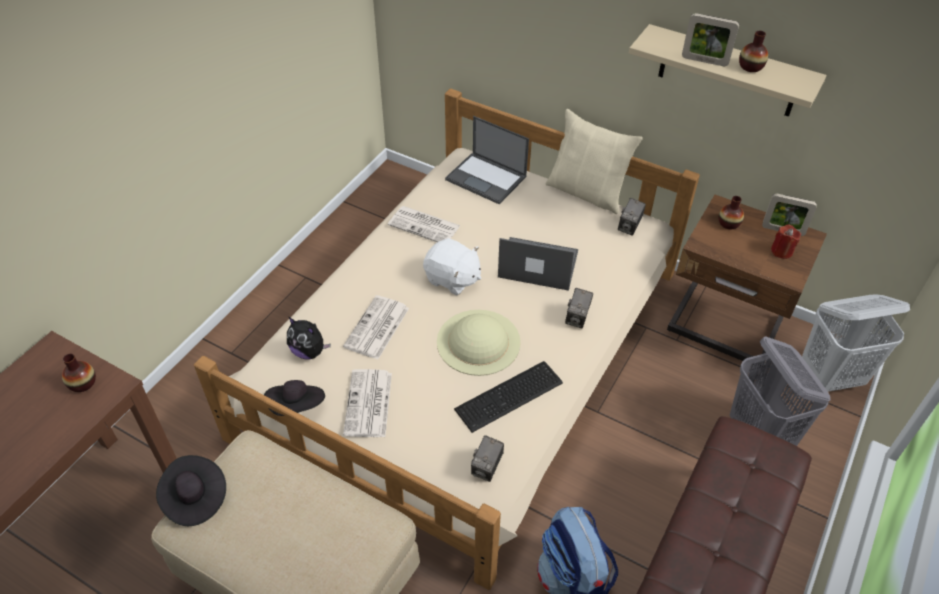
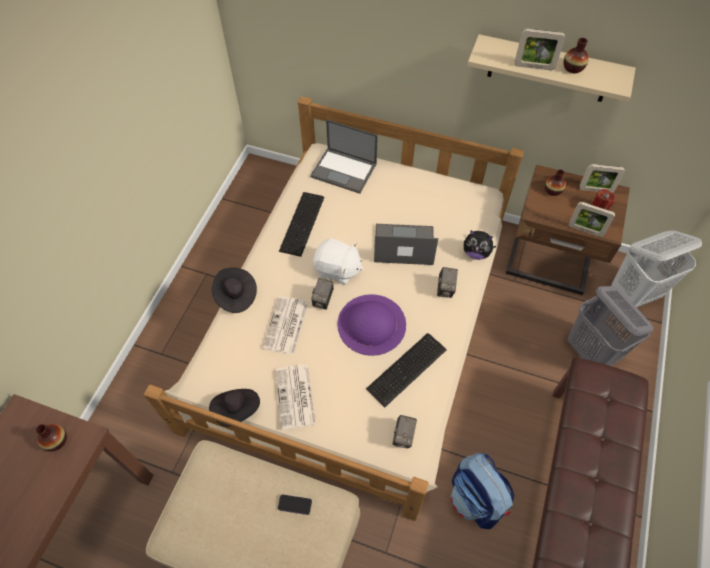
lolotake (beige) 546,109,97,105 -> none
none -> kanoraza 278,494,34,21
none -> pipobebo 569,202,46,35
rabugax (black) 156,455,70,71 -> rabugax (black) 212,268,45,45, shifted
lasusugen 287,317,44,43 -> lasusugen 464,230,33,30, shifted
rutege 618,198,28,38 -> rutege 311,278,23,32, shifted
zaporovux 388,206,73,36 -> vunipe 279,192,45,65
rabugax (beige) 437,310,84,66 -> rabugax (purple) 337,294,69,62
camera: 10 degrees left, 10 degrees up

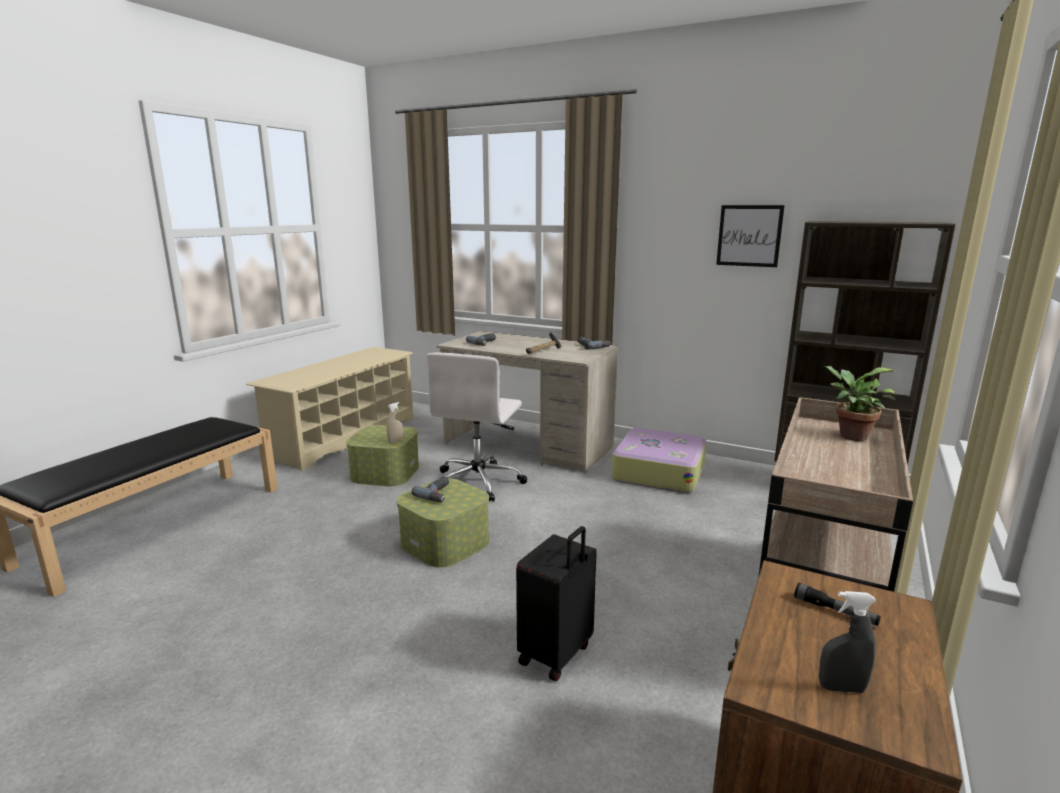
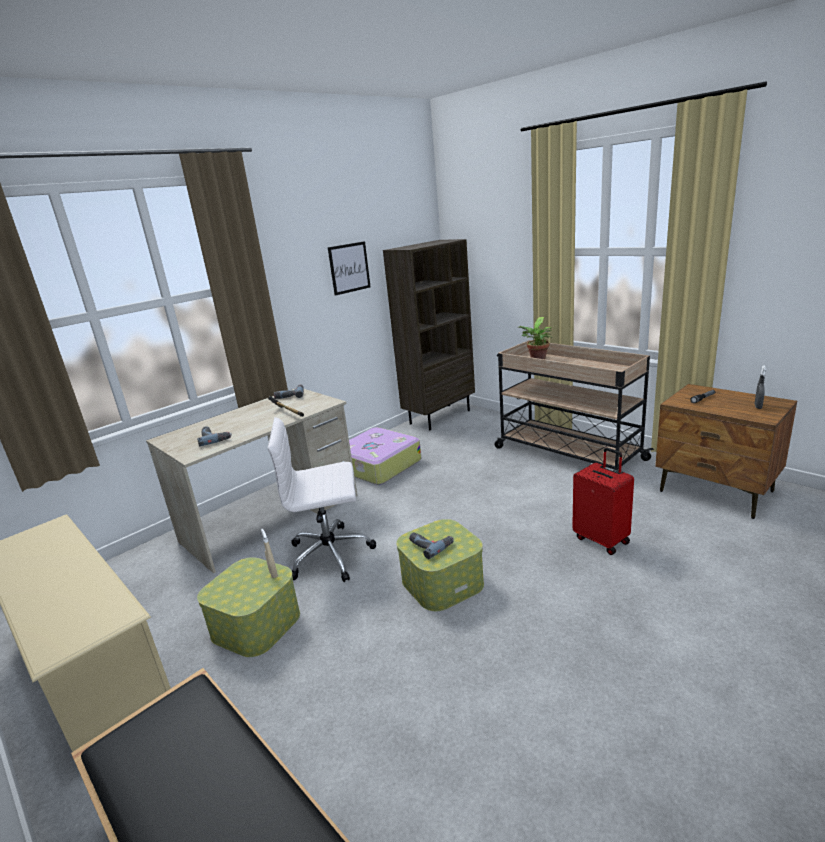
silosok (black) 516,526,81,155 -> silosok (red) 572,448,62,107
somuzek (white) 426,352,101,150 -> somuzek (white) 268,417,108,165, 135 degrees clockwise
camera: 70 degrees left, 5 degrees up

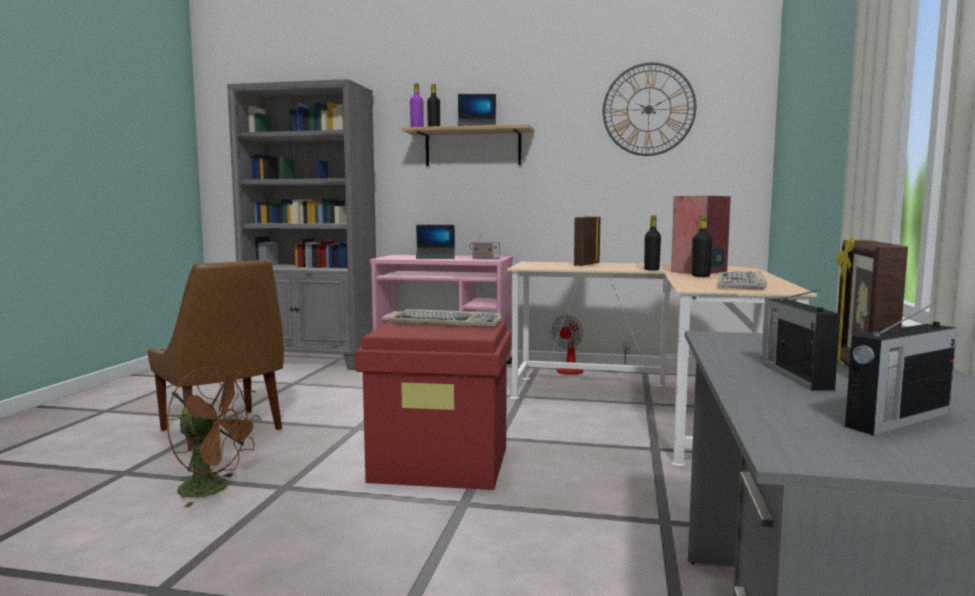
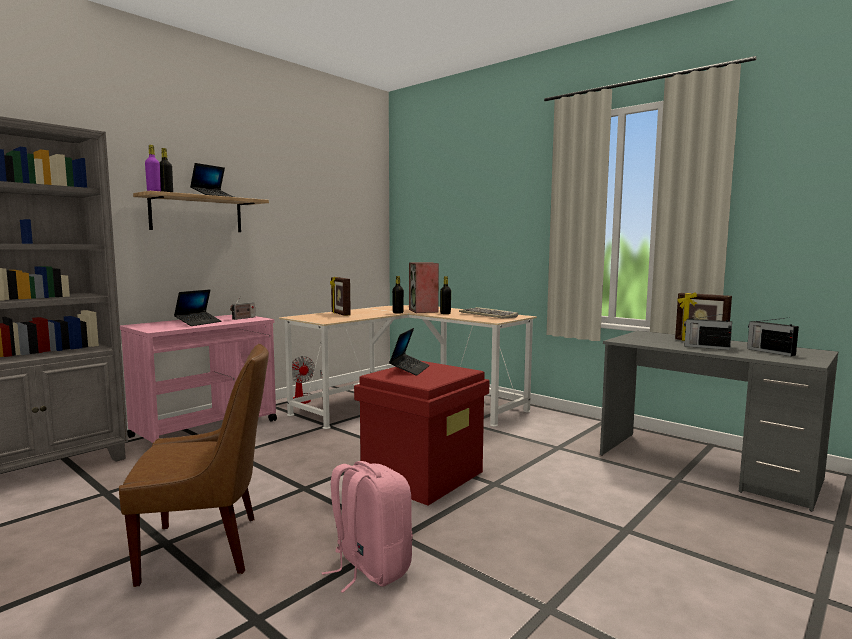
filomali 603,62,93,94 -> none
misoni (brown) 166,367,95,140 -> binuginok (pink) 322,461,91,132
vunipe 389,309,113,18 -> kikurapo 389,328,41,48
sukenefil 845,302,112,133 -> sukenefil 747,317,52,39, 150 degrees clockwise
camera: 60 degrees left, 0 degrees up

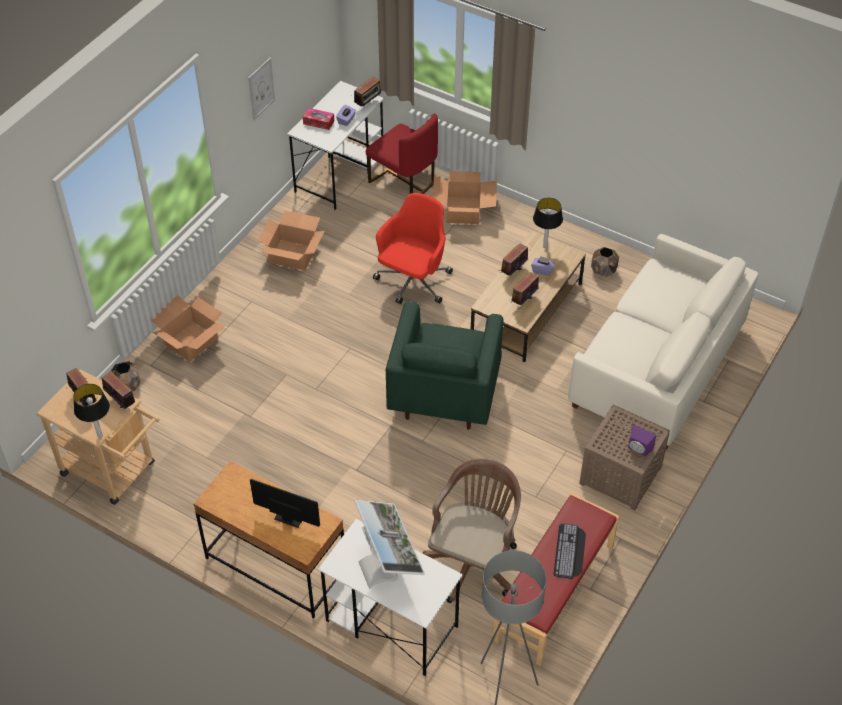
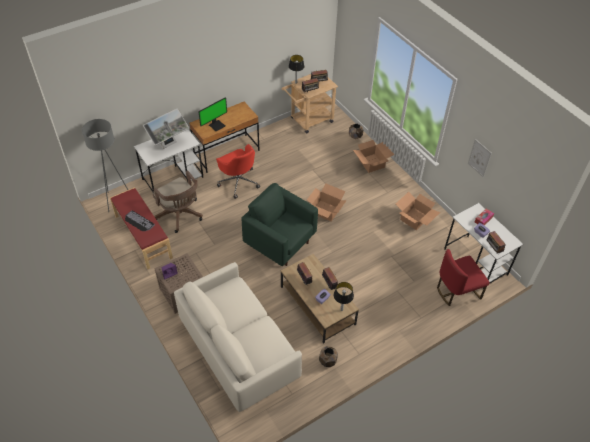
somuzek (red) 373,193,80,111 -> somuzek (red) 216,144,44,55, shifted
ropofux 432,171,65,53 -> ropofux 307,183,40,38, shifted
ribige 354,500,71,89 -> ribige 143,108,46,41, 45 degrees counterclockwise
camera: 115 degrees right, 0 degrees up

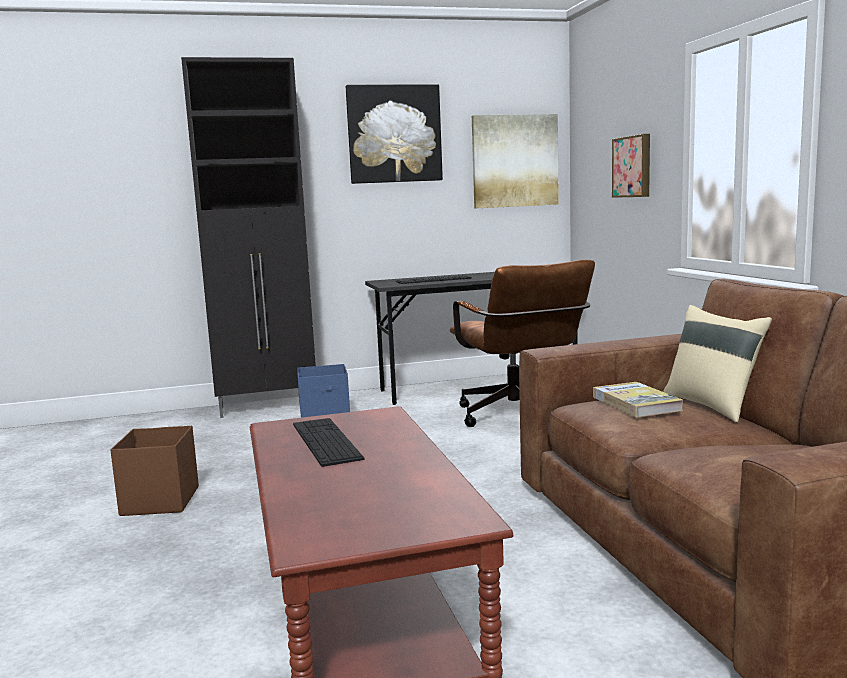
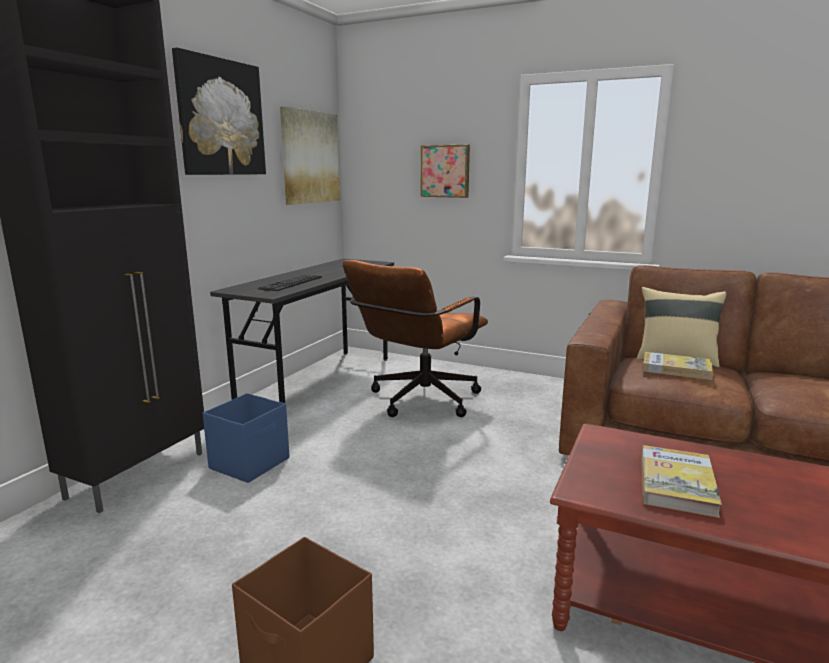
vunipe 293,418,72,49 -> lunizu 642,445,80,73
somuzek (brown) 450,260,145,167 -> somuzek (brown) 343,260,145,157, 105 degrees clockwise
camera: 50 degrees left, 5 degrees up

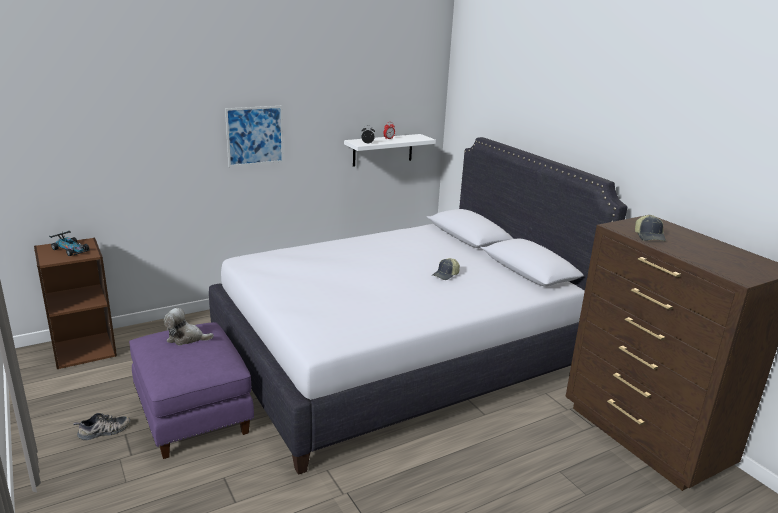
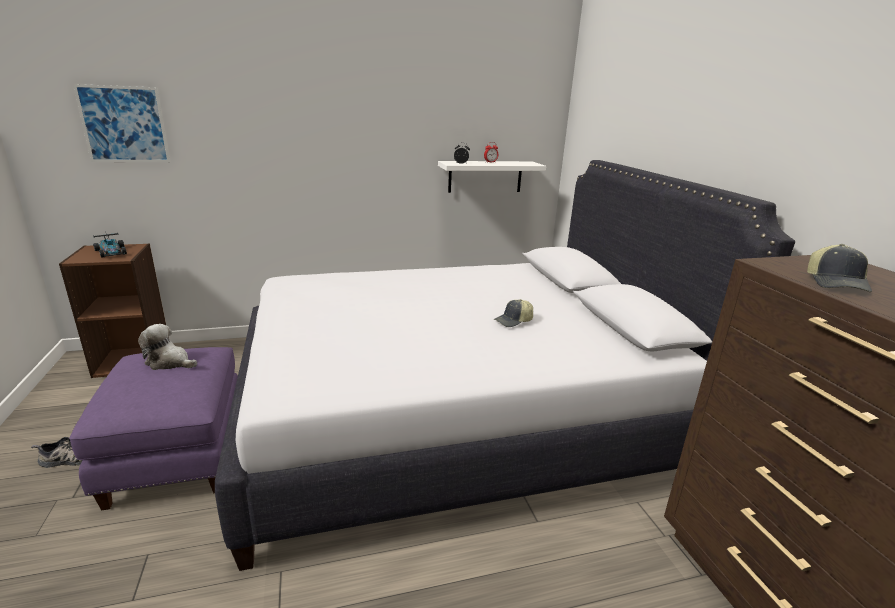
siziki 225,106,59,61 -> siziki 73,84,97,78, shifted
camera: 15 degrees right, 0 degrees up

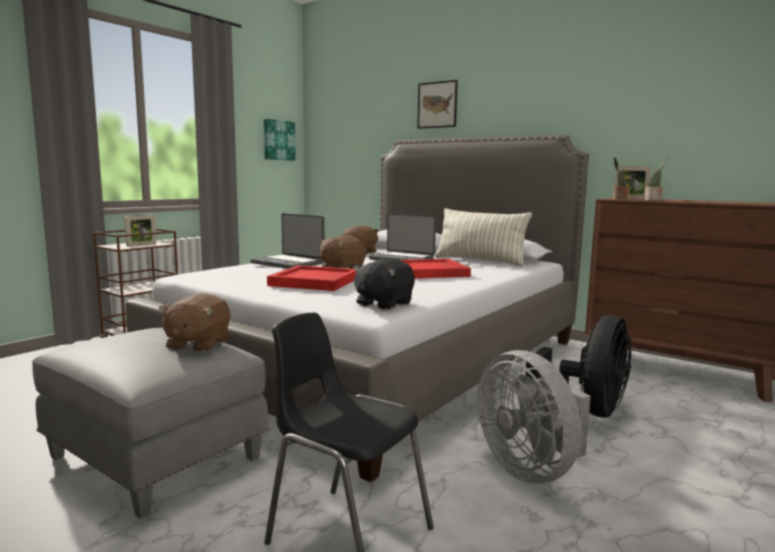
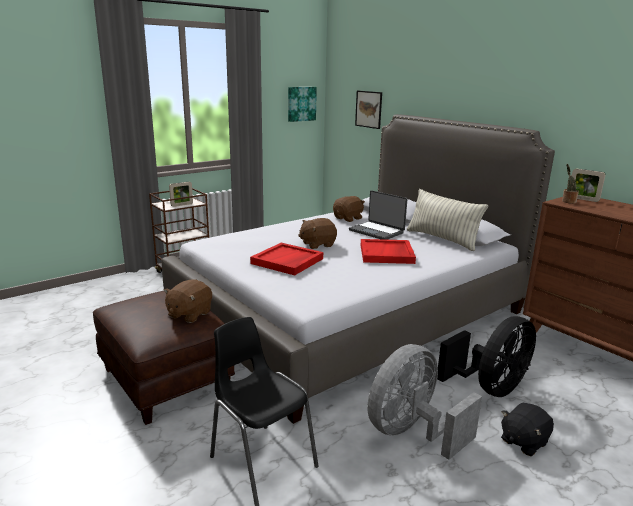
kikurapo 250,213,75,56 -> none
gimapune 644,156,24,45 -> none
lasusugen (black) 353,258,62,52 -> lasusugen (black) 501,403,53,53, shifted
siziki 417,80,41,49 -> siziki 355,91,27,38, shifted
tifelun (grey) 32,328,237,191 -> tifelun (brown) 93,289,142,136
misoni (grey) 478,350,113,134 -> misoni (grey) 368,344,114,116, 60 degrees clockwise
camera: 15 degrees right, 10 degrees up

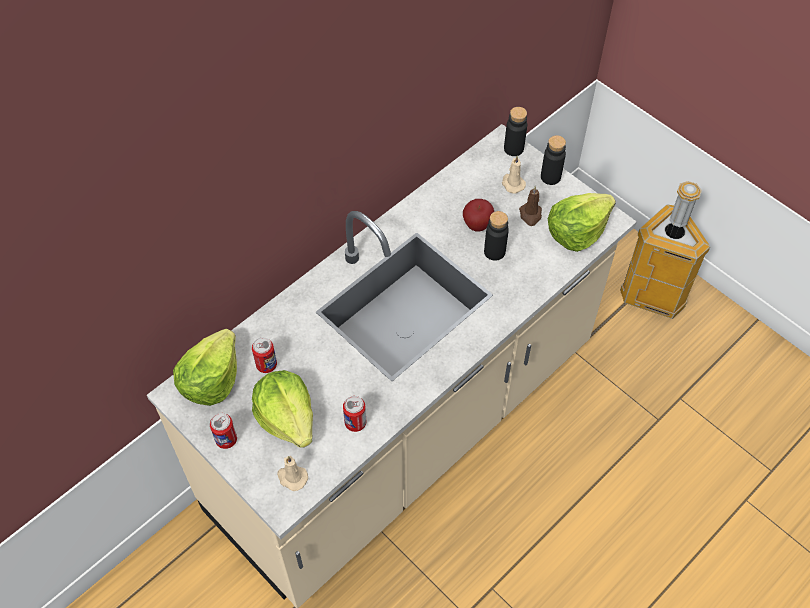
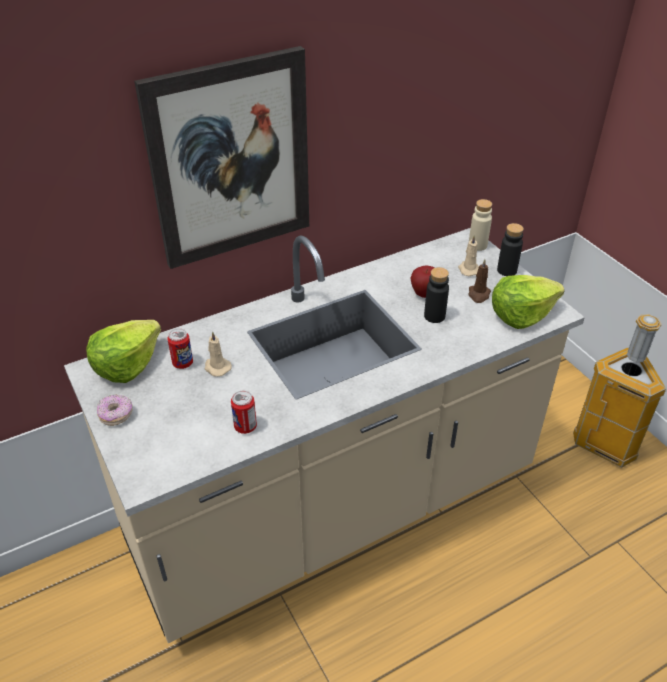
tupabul 252,370,61,78 -> none
none -> siziki 134,46,175,223
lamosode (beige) 277,456,31,35 -> lamosode (beige) 204,331,28,46, shifted
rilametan 210,413,27,36 -> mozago 97,394,36,32
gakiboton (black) 504,107,23,49 -> gakiboton (beige) 469,199,23,52
camera: 15 degrees right, 15 degrees down

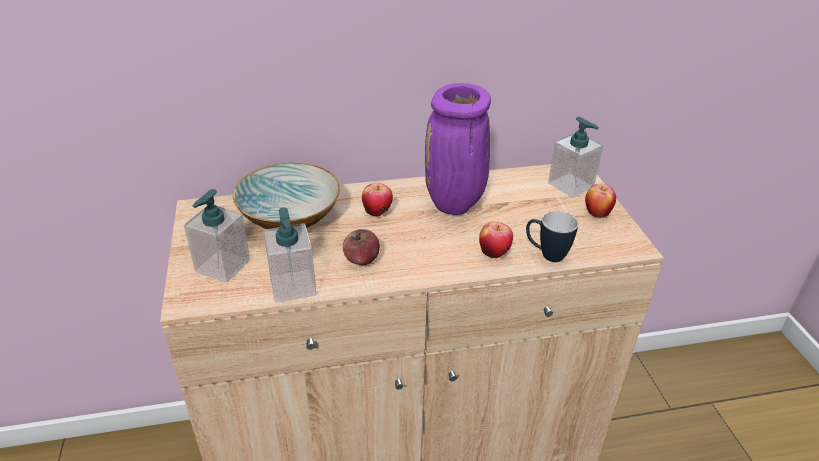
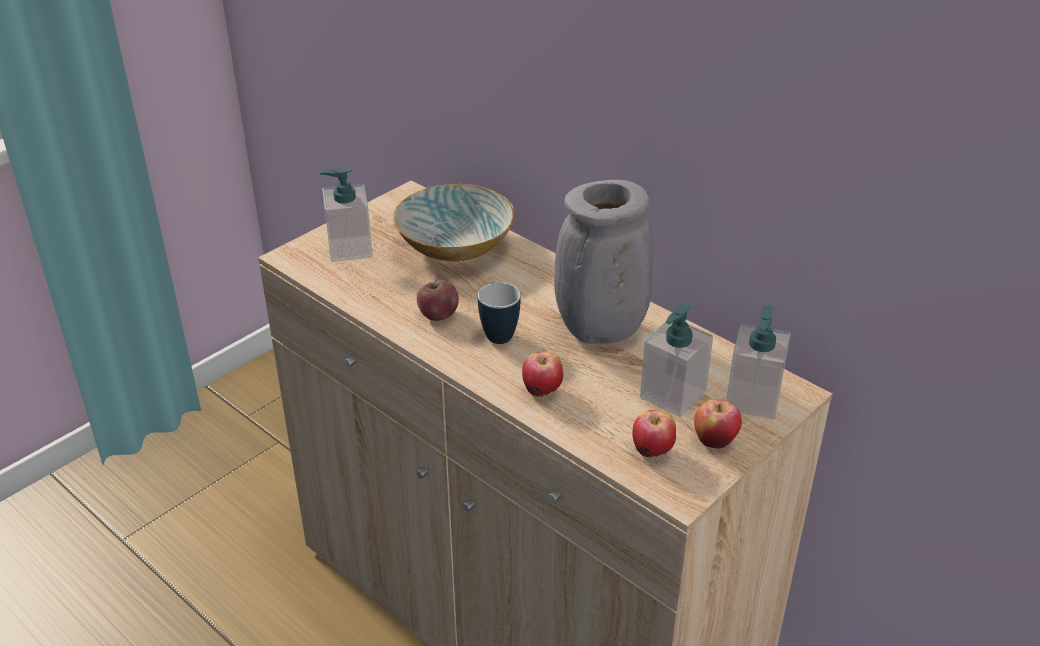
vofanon 263,208,53,95 -> vofanon 640,302,73,115, shifted
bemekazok 362,182,31,35 -> bemekazok 632,410,44,48, shifted
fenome 526,211,52,51 -> fenome 478,282,42,62, shifted
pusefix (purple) 425,83,66,132 -> pusefix (grey) 554,180,99,164
camera: 55 degrees right, 0 degrees up

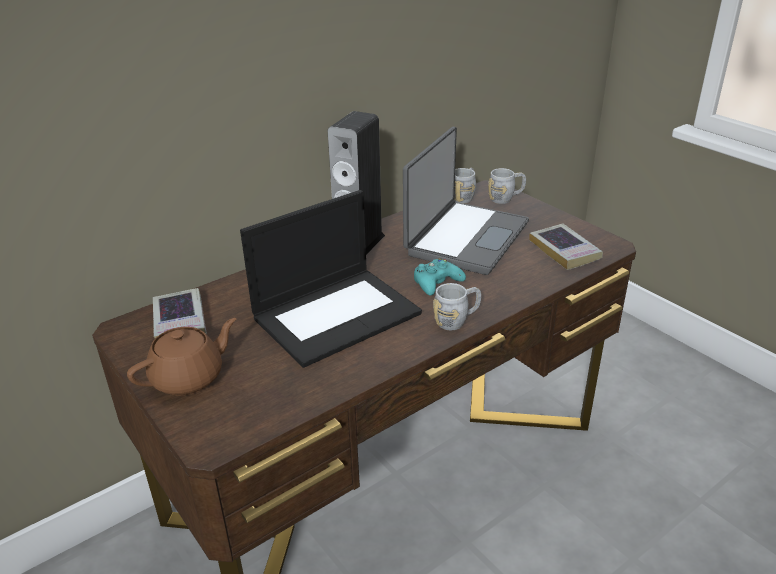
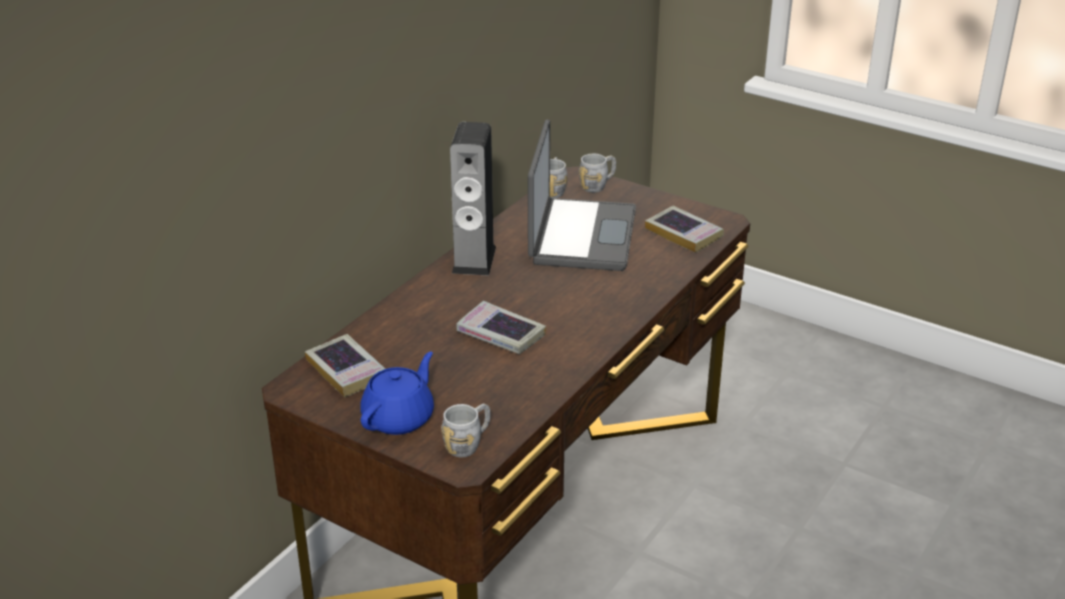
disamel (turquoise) 414,258,52,38 -> none
fenome (grey) 433,283,48,47 -> fenome (grey) 441,403,49,54, shifted
kikurapo 240,190,182,178 -> lunizu 456,301,90,53
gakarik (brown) 127,318,109,77 -> gakarik (blue) 361,352,73,83
camera: 20 degrees left, 0 degrees up

